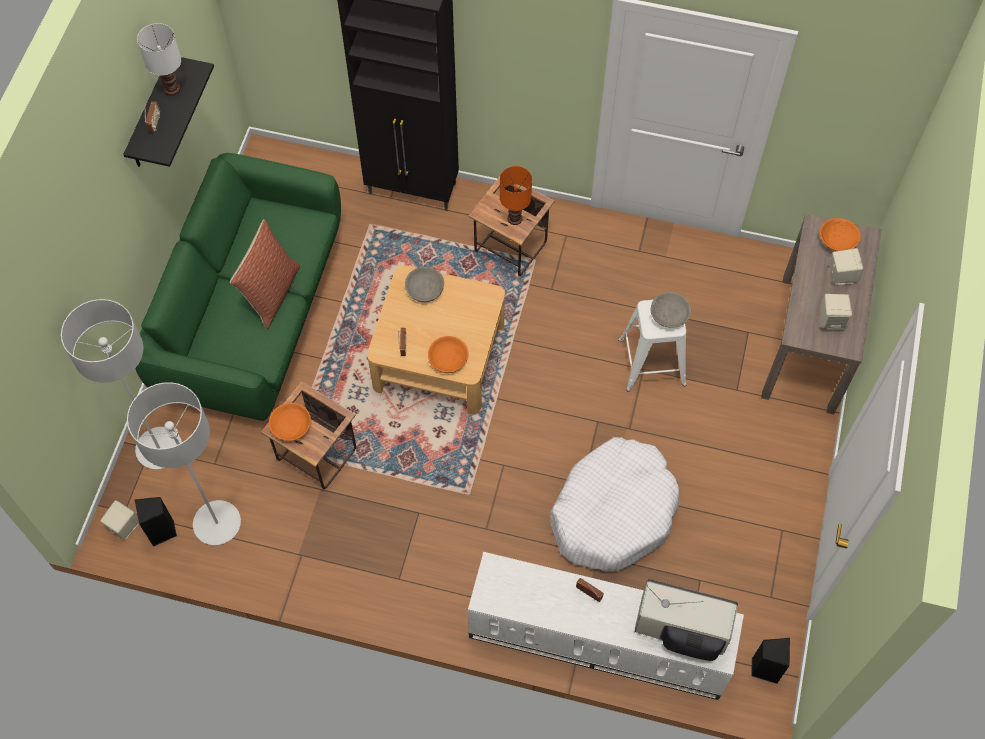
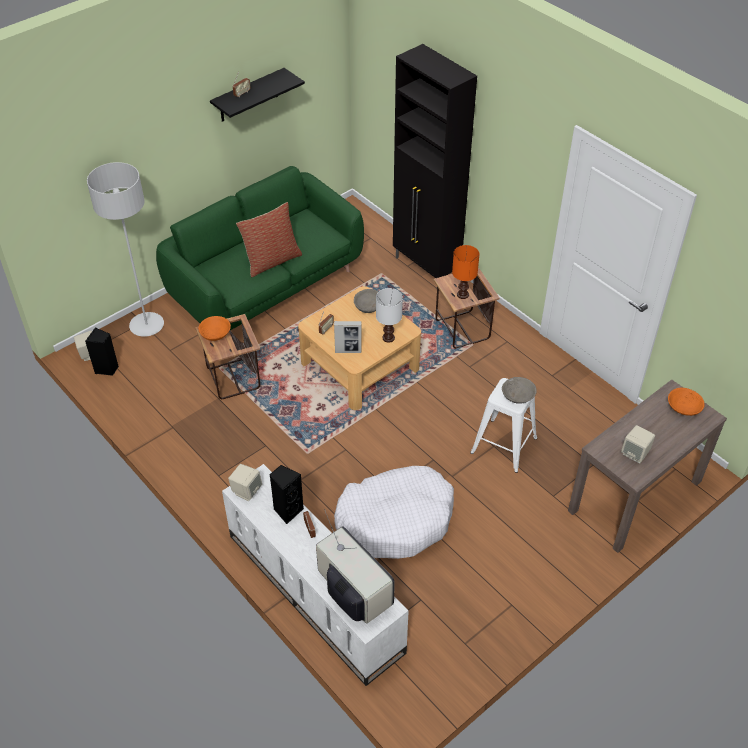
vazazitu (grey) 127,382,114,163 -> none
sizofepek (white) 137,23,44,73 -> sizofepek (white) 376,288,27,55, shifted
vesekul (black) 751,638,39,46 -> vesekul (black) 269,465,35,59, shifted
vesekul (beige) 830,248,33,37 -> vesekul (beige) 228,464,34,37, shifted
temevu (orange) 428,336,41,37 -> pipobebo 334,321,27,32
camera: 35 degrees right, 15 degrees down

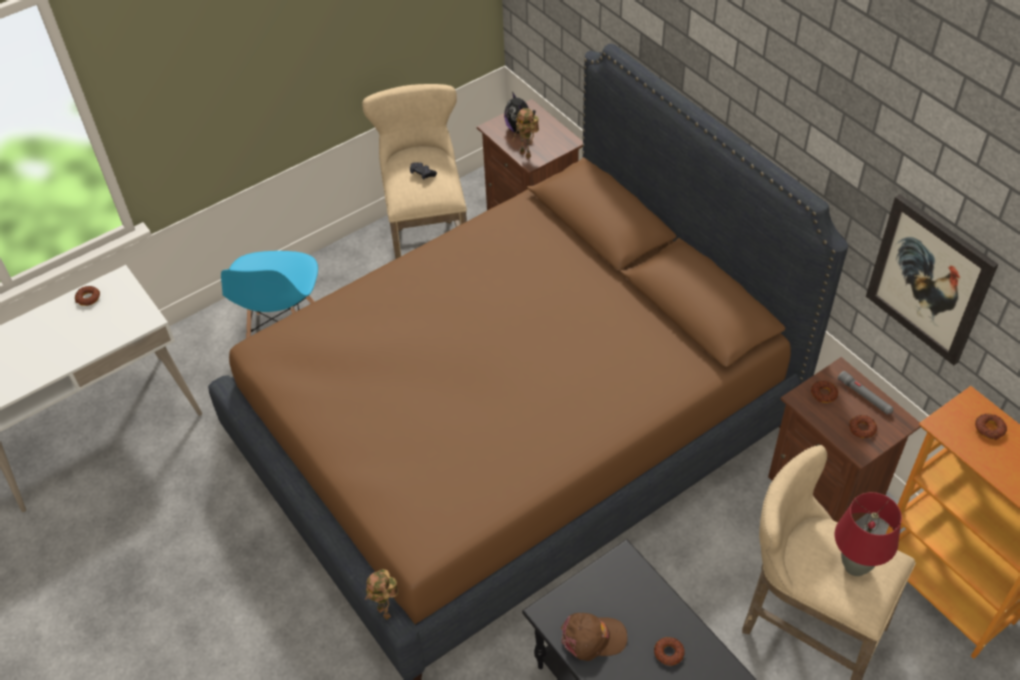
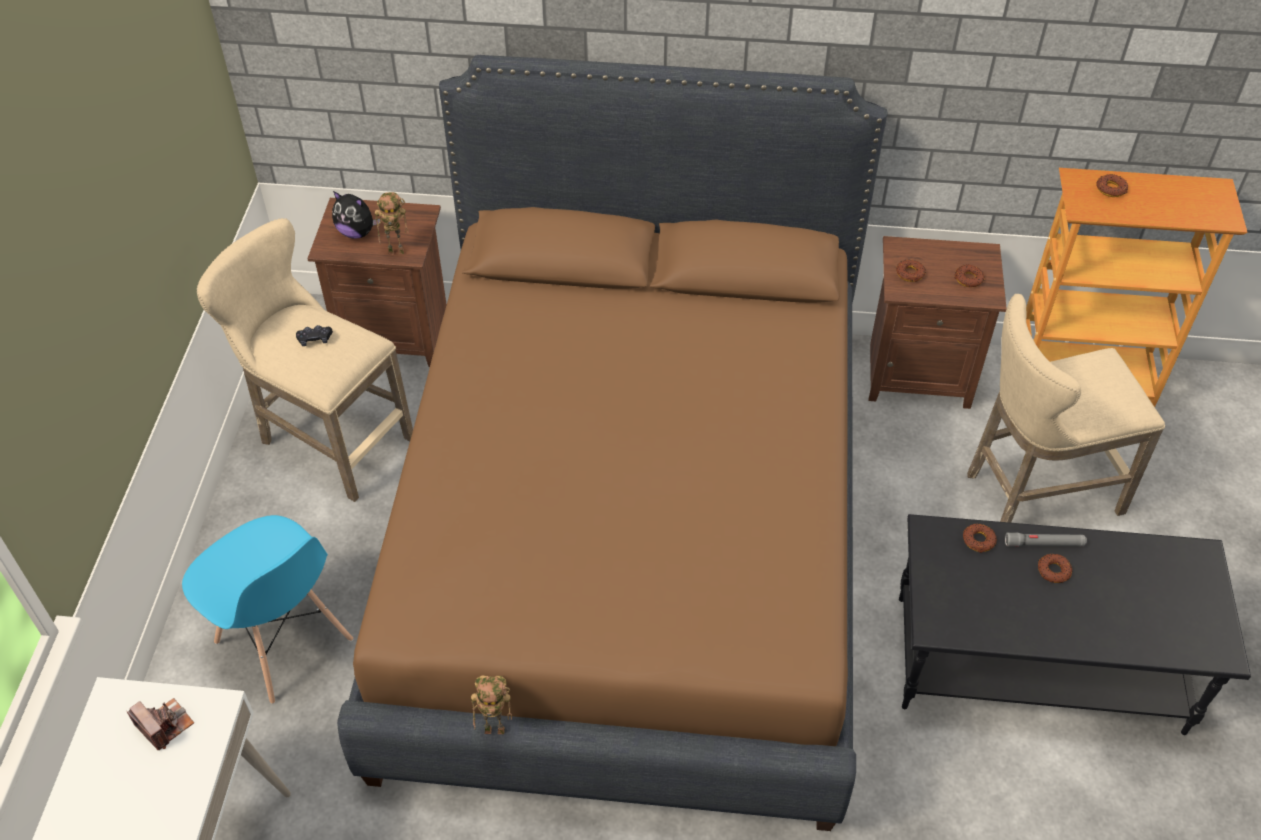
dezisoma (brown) 561,613,66,48 -> none
sizofepek (red) 834,492,68,84 -> none
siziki 866,194,132,172 -> none
none -> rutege 127,698,67,52
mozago 75,286,25,20 -> mozago 963,524,34,29, shifted
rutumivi 365,569,34,51 -> rutumivi 471,675,41,59, shifted
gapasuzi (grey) 838,371,55,44 -> gapasuzi (grey) 1005,532,82,15, shifted
camera: 50 degrees left, 0 degrees up

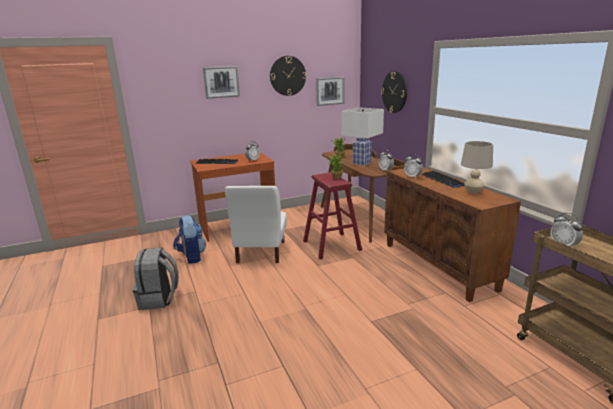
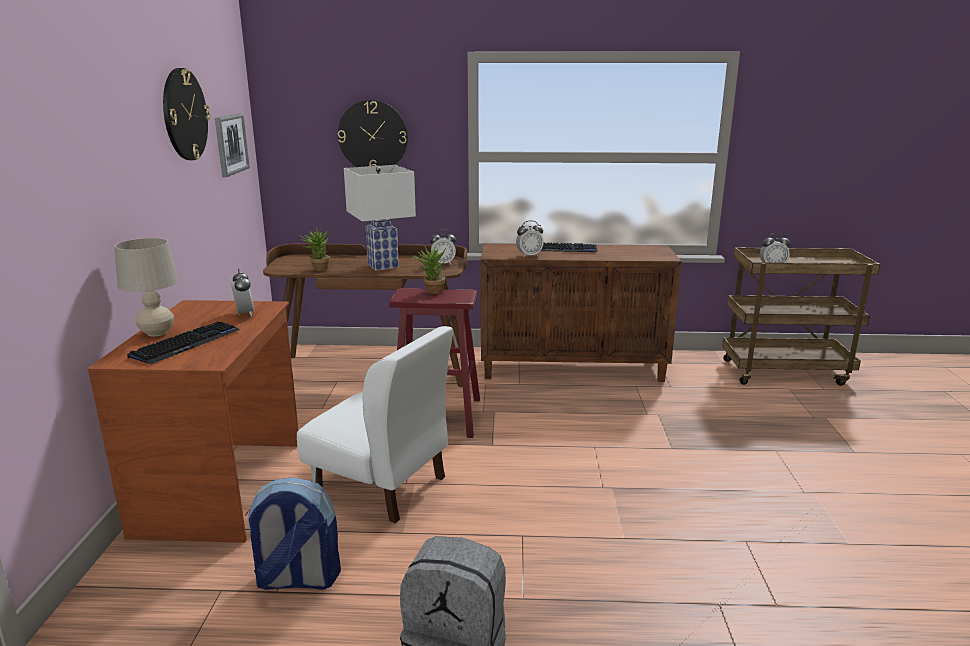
siziki 203,66,37,33 -> none
sizofepek (beige) 461,141,32,53 -> sizofepek (beige) 114,238,65,98, shifted
camera: 65 degrees left, 0 degrees up

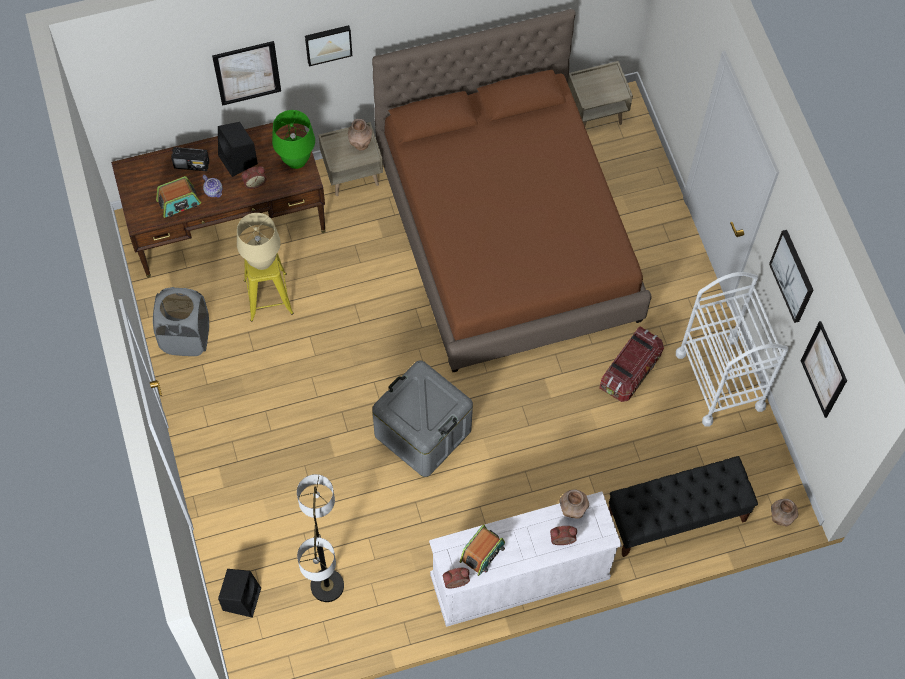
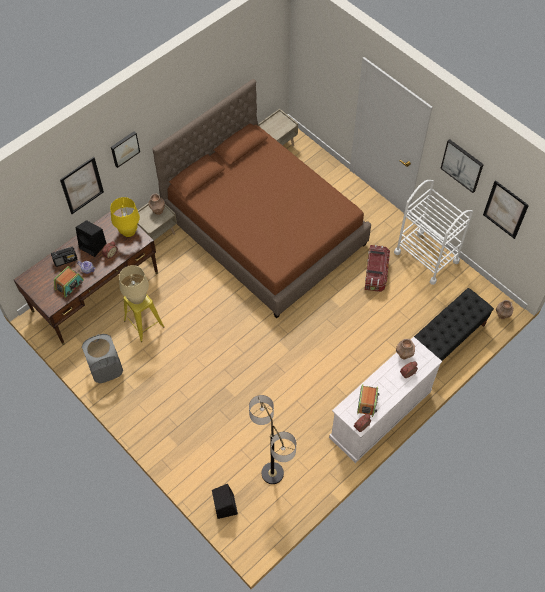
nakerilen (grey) 372,360,101,117 -> none
sizofepek (green) 272,110,43,59 -> sizofepek (yellow) 110,197,30,40
camera: 25 degrees left, 5 degrees down

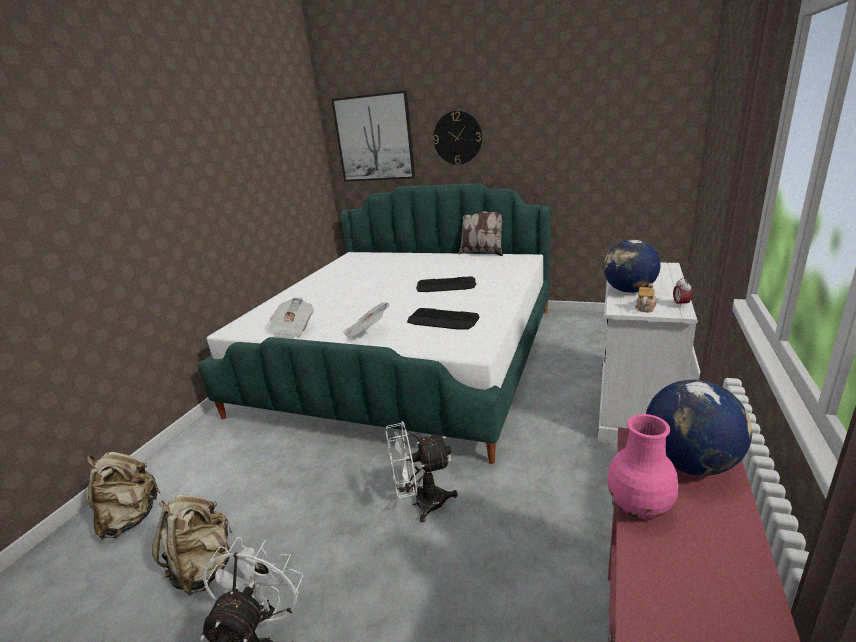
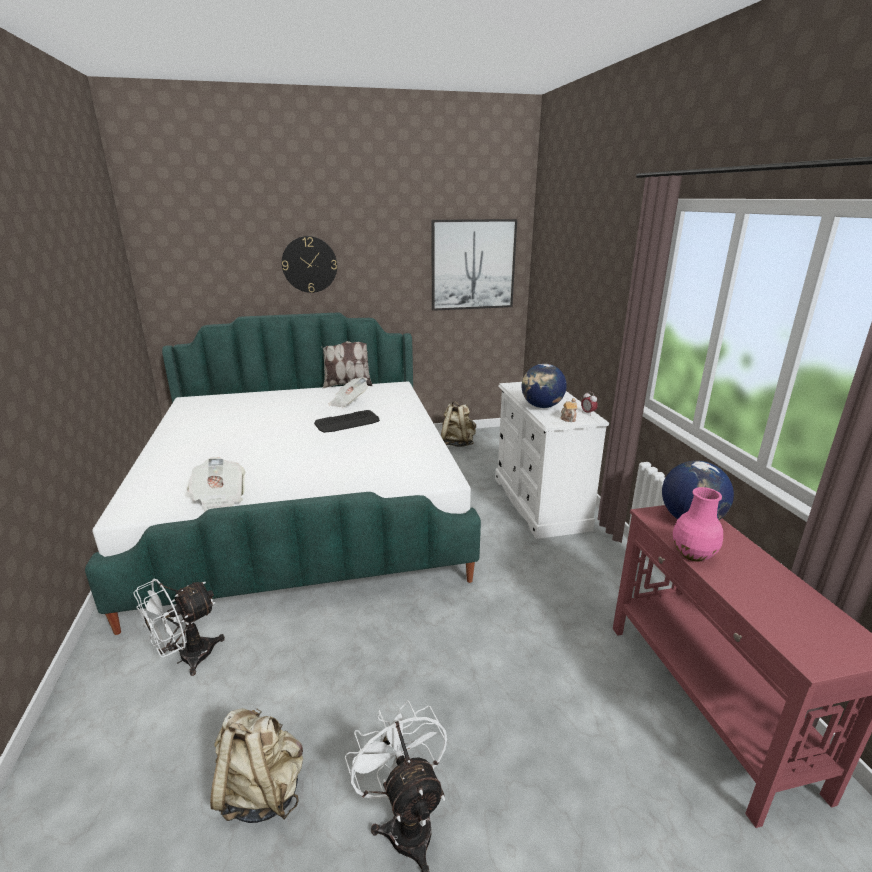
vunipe 407,308,73,22 -> none
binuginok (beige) 87,452,74,88 -> binuginok (beige) 441,401,35,46, shifted
siziki 331,91,84,91 -> siziki 431,219,86,92, shifted
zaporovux 344,302,45,38 -> zaporovux 329,377,39,31, shifted
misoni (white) 385,421,73,102 -> misoni (white) 133,579,92,97, shifted
camera: 35 degrees left, 0 degrees up

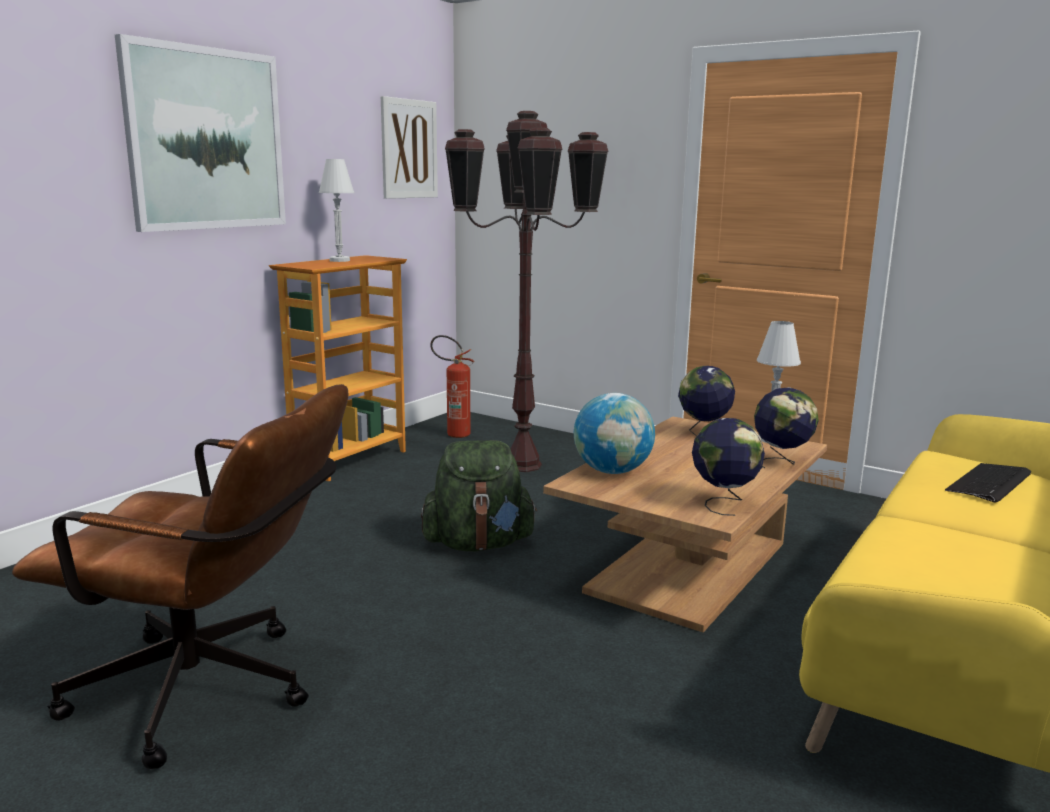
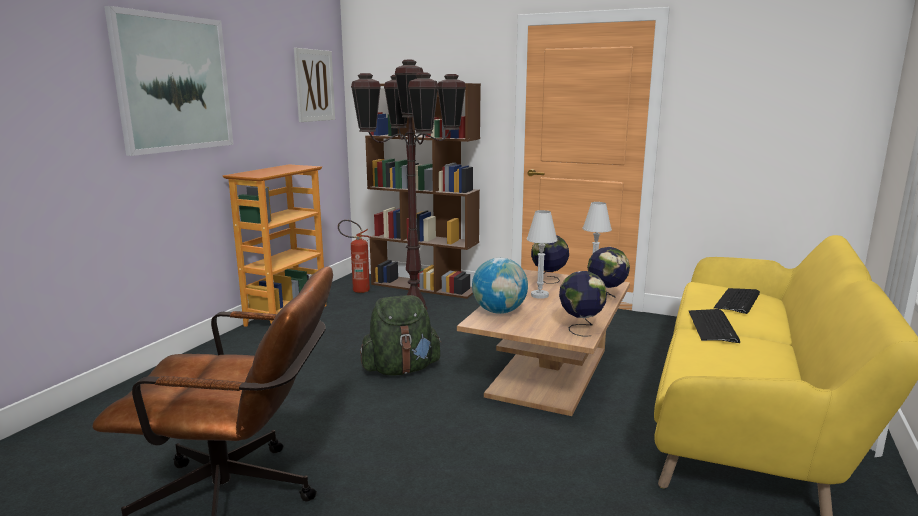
none -> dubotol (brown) 365,83,116,216
none -> vunipe 689,309,51,34
sizofepek (white) 319,159,35,103 -> sizofepek (white) 527,210,30,89, shifted
camera: 10 degrees left, 0 degrees up

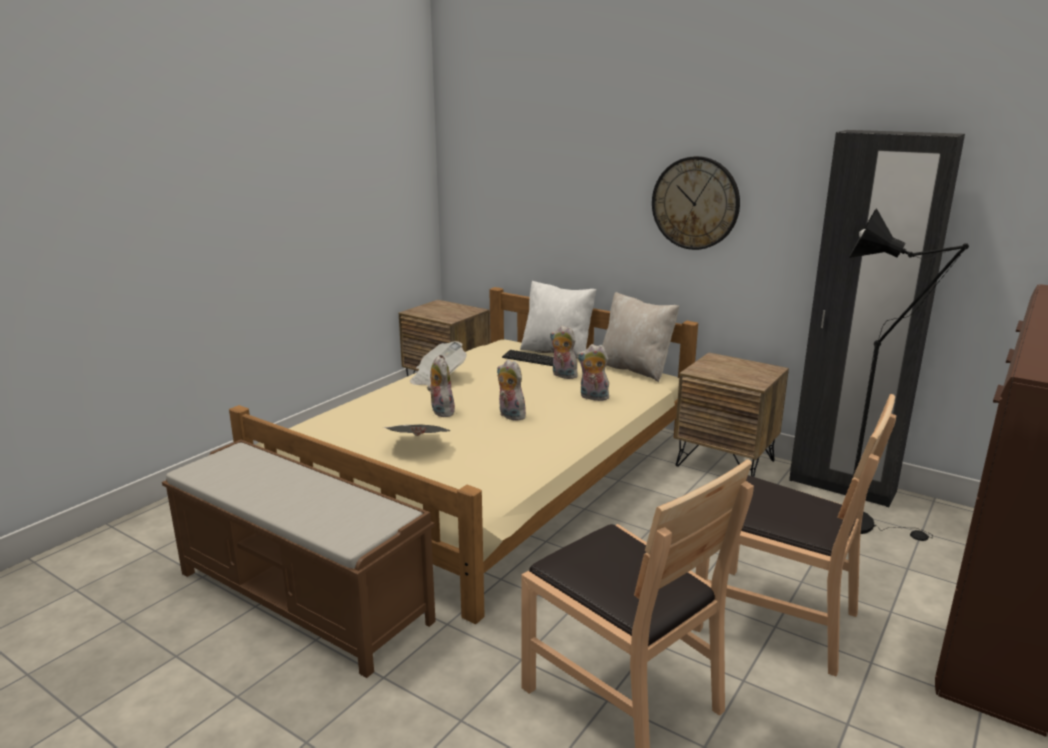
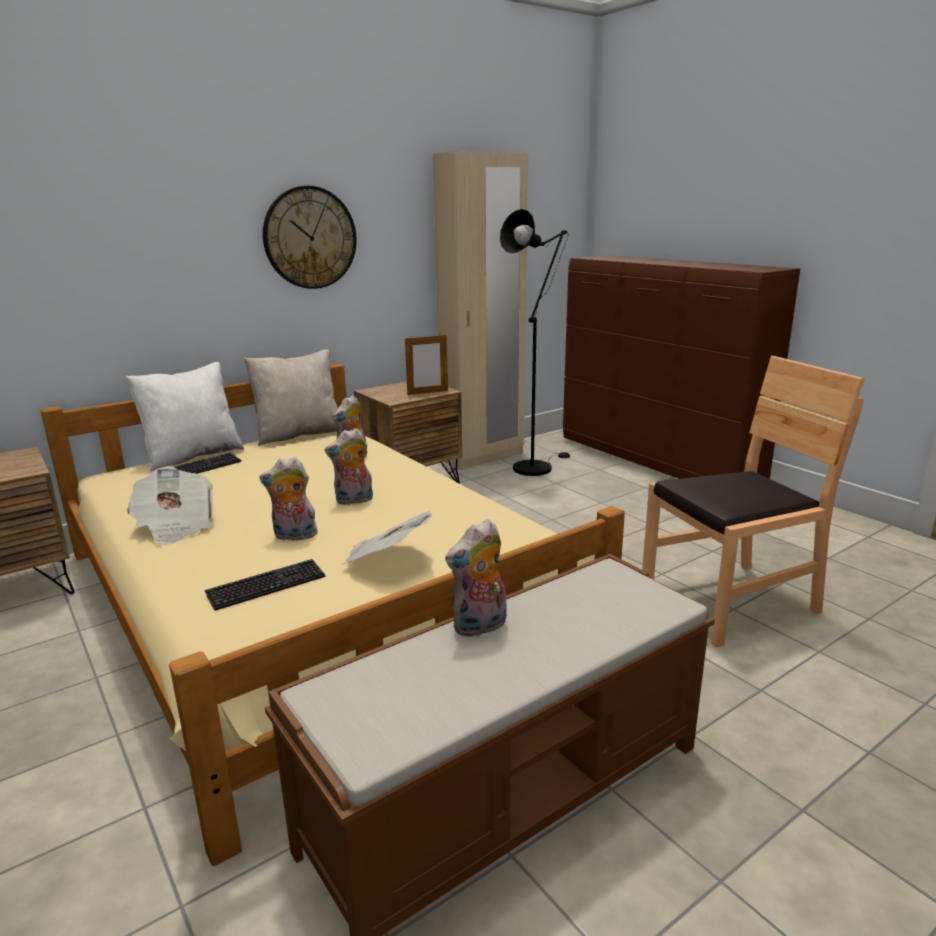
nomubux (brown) 693,394,203,283 -> none
none -> vunipe 204,559,121,51
none -> pipobebo 405,335,43,60
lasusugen 550,325,29,54 -> lasusugen 445,519,62,119, shifted
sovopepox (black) 789,130,176,377 -> sovopepox (beige) 433,151,95,319
camera: 70 degrees left, 0 degrees up

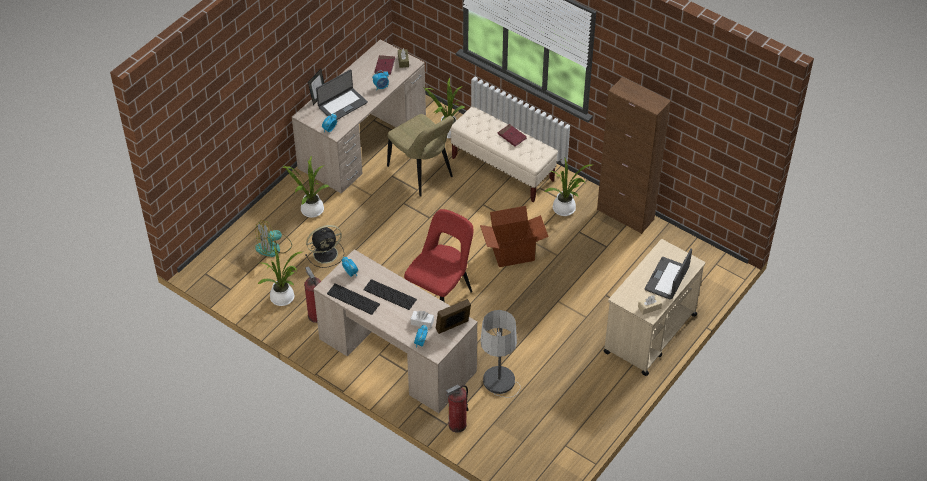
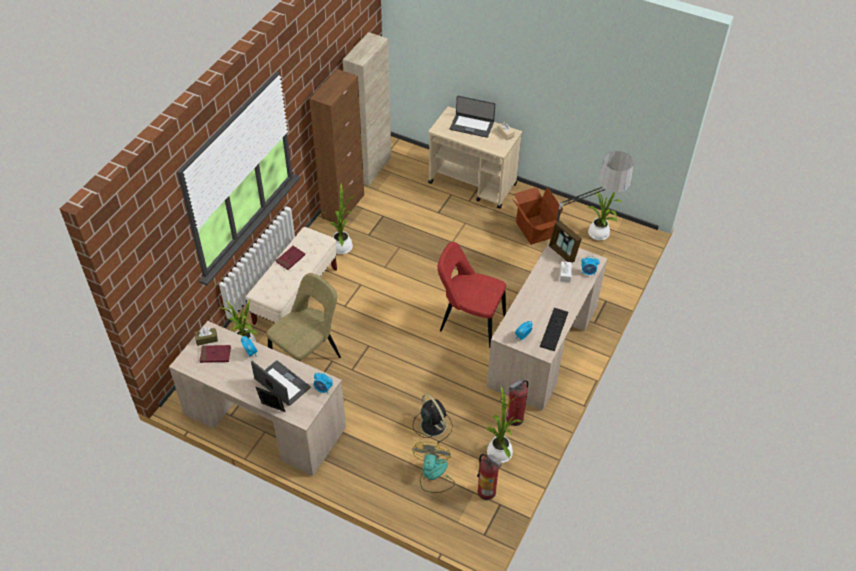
vunipe 363,279,54,31 -> none
none -> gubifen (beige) 343,32,48,154
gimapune 282,155,47,63 -> gimapune 588,190,34,50, shifted
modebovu 446,384,23,49 -> modebovu 477,454,25,46, shifted
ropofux 480,206,69,61 -> ropofux 513,187,50,58, shifted
misoni 255,220,37,37 -> misoni 412,442,43,51, 135 degrees counterclockwise
camera: 100 degrees left, 0 degrees up

